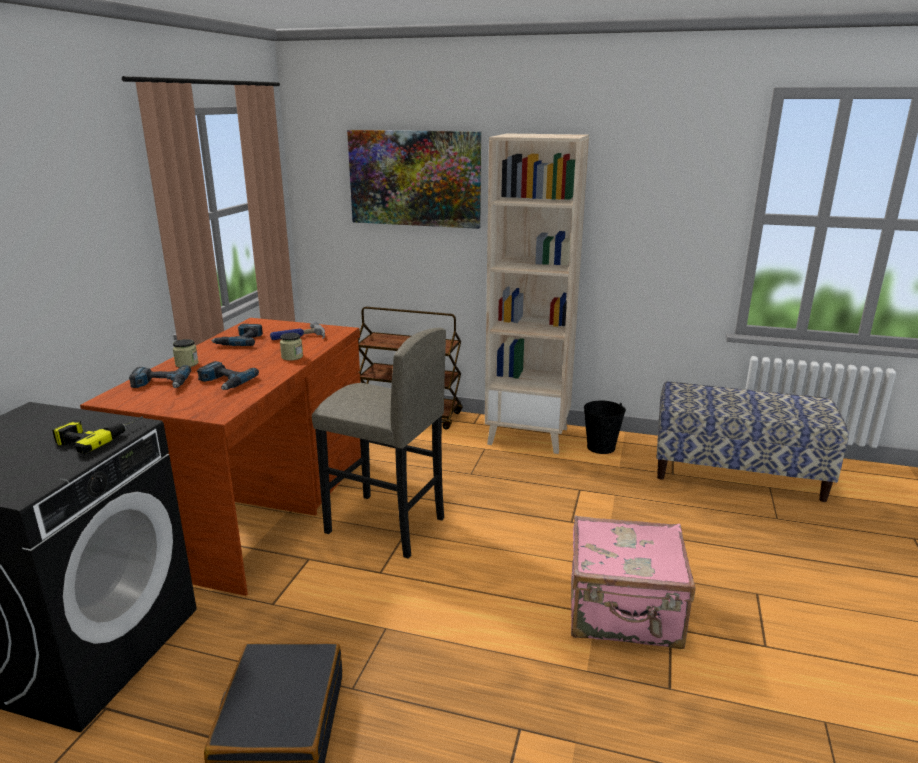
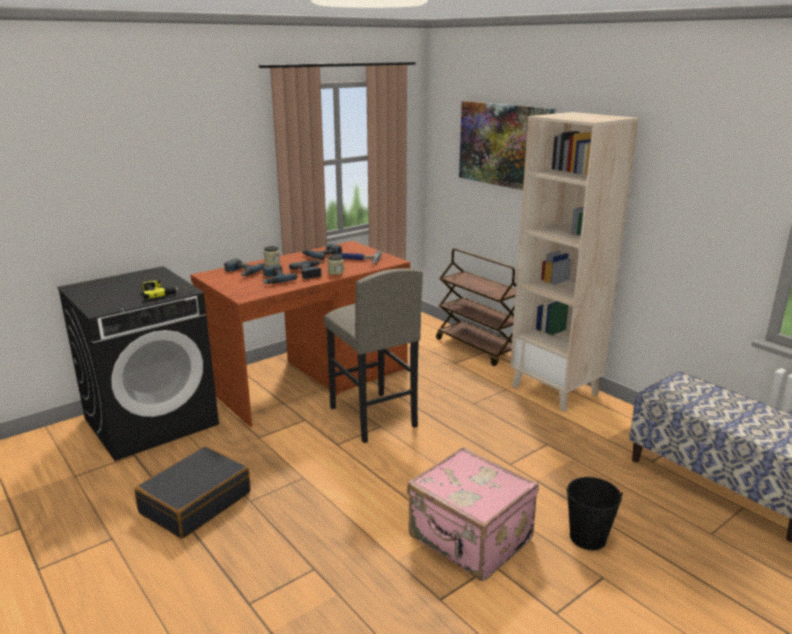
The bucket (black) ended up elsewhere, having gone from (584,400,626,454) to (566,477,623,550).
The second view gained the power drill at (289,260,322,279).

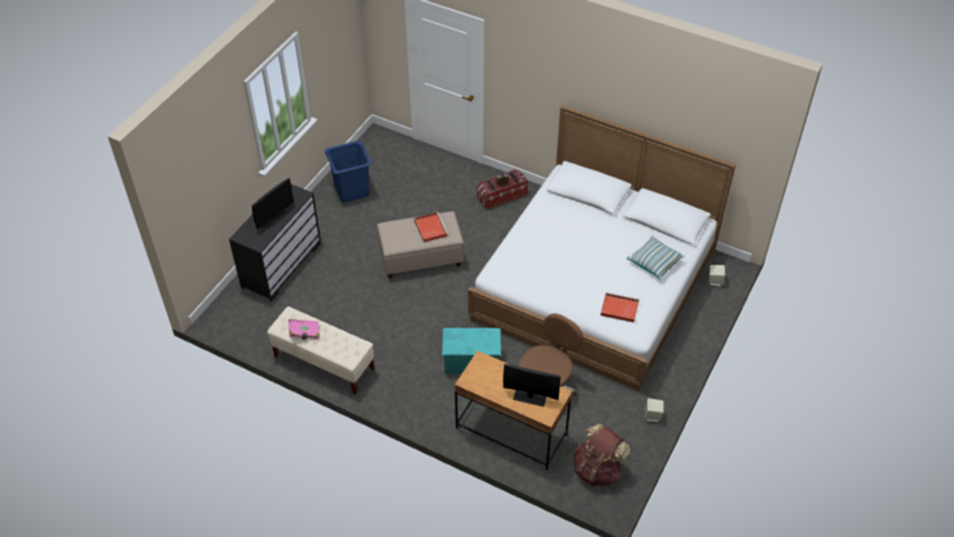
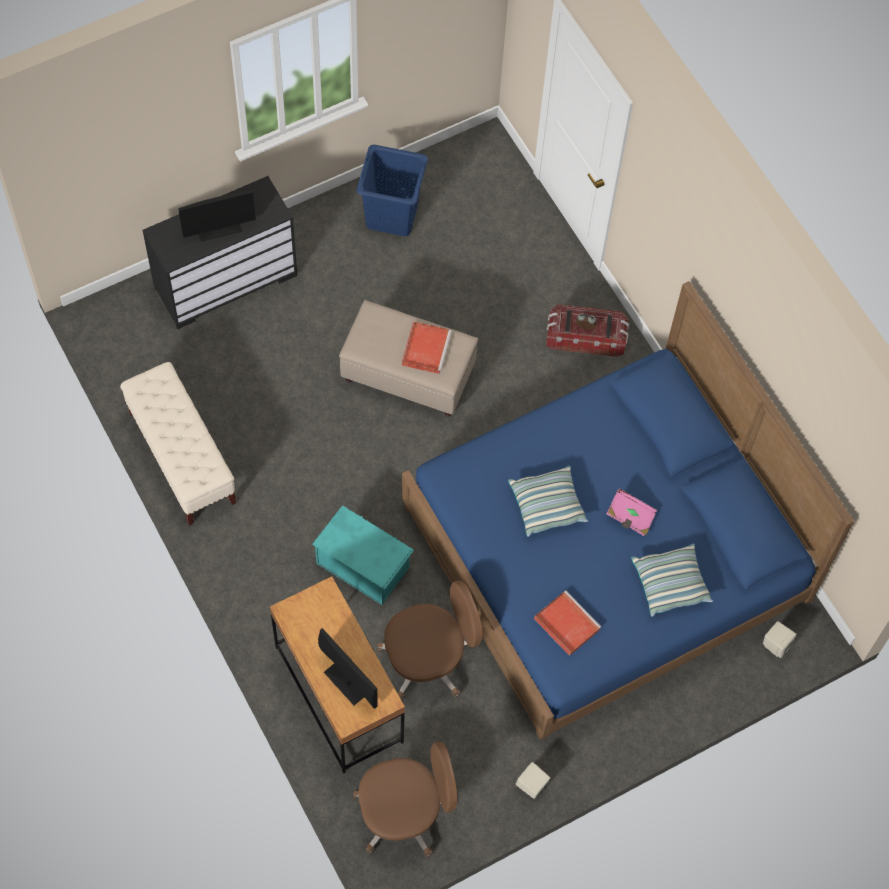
What was the bed (white) at (468,105,736,391) turned into the bed (blue) at (402,281,854,740).
The bound book (pinkish) ended up elsewhere, having gone from (289,319,320,339) to (607,488,657,536).
Where the backpack (brown) stood at (574,424,630,486), the computer chair (brown) came to stand at (353,741,457,857).
The second view gained the cushion at (508,466,588,537).

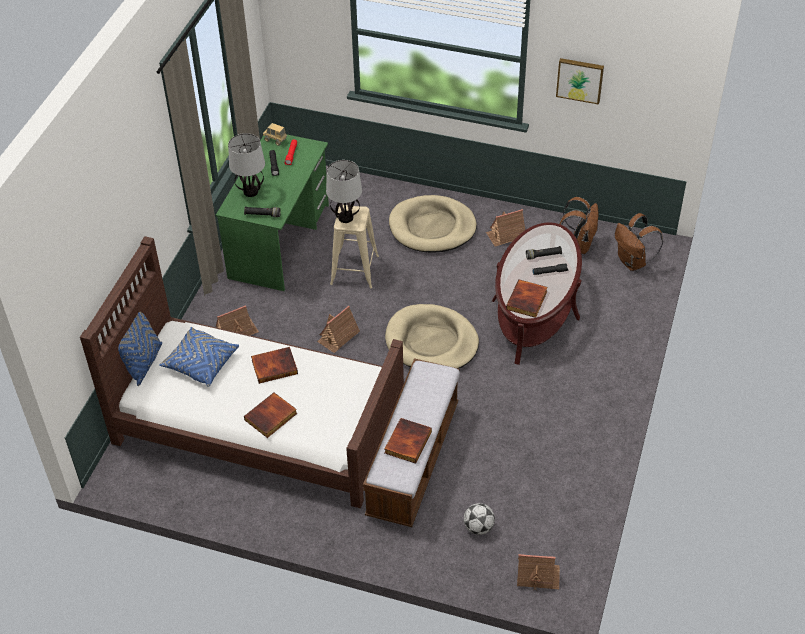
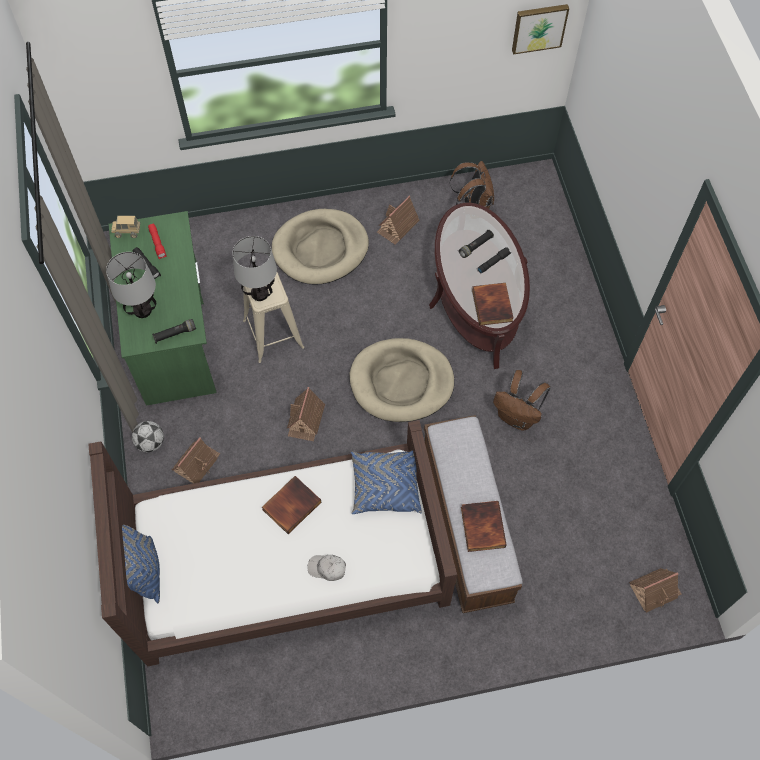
The picture ended up elsewhere, having gone from (556,58,604,105) to (512,4,569,55).
The backpack (brown) ended up elsewhere, having gone from (615,213,663,271) to (493,370,550,431).
The cushion (blue) ended up elsewhere, having gone from (159,327,239,387) to (351,450,422,514).
Where the bound book stood at (244,393,297,438), the cap (white) came to stand at (307,555,346,581).
The football ball ended up elsewhere, having gone from (464,503,495,535) to (132,421,164,452).

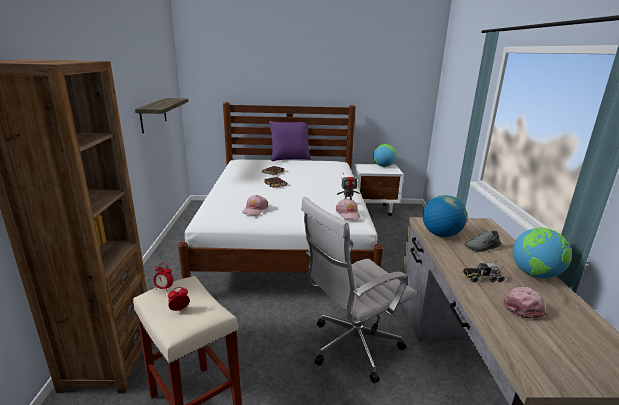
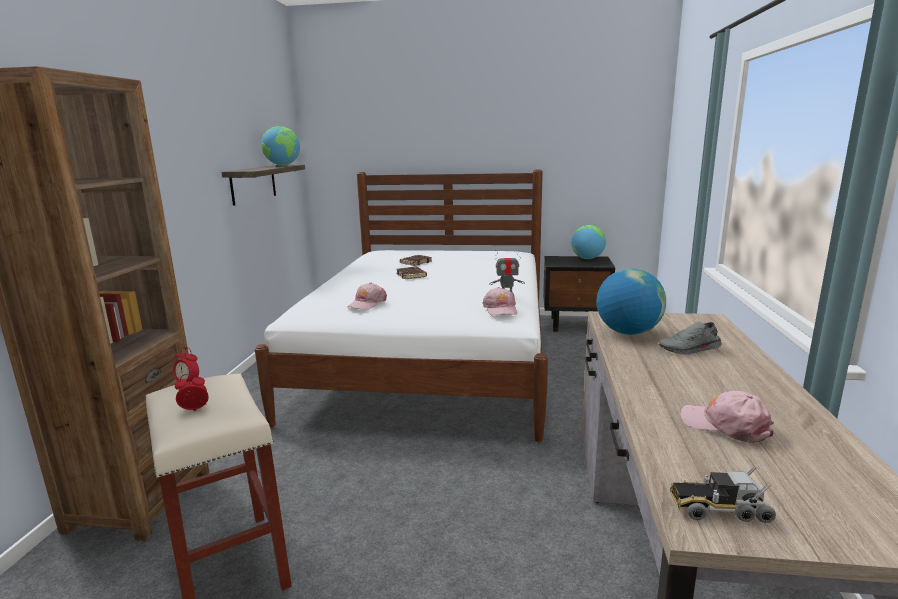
The second view lost the cushion (purple) at (269,121,311,161).
What was the bedside table (white) at (353,164,404,216) turned into the bedside table (black) at (543,256,615,332).
The second view lost the computer chair (white) at (301,197,417,383).
The desk globe ended up elsewhere, having gone from (513,228,572,279) to (261,126,300,166).
The toy lorry ended up elsewhere, having gone from (463,260,505,283) to (670,467,776,523).
The cap (pinkish) at (503,287,546,319) ended up facing another way, 90 degrees counterclockwise from before.

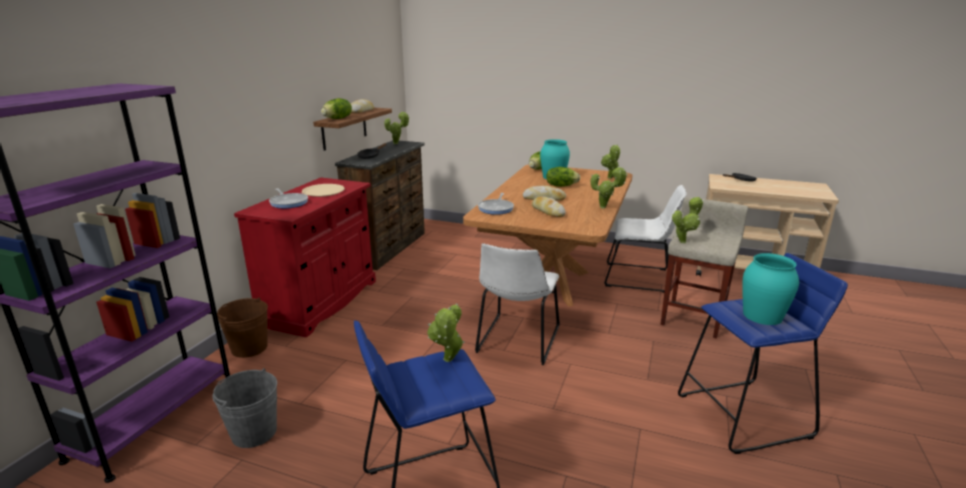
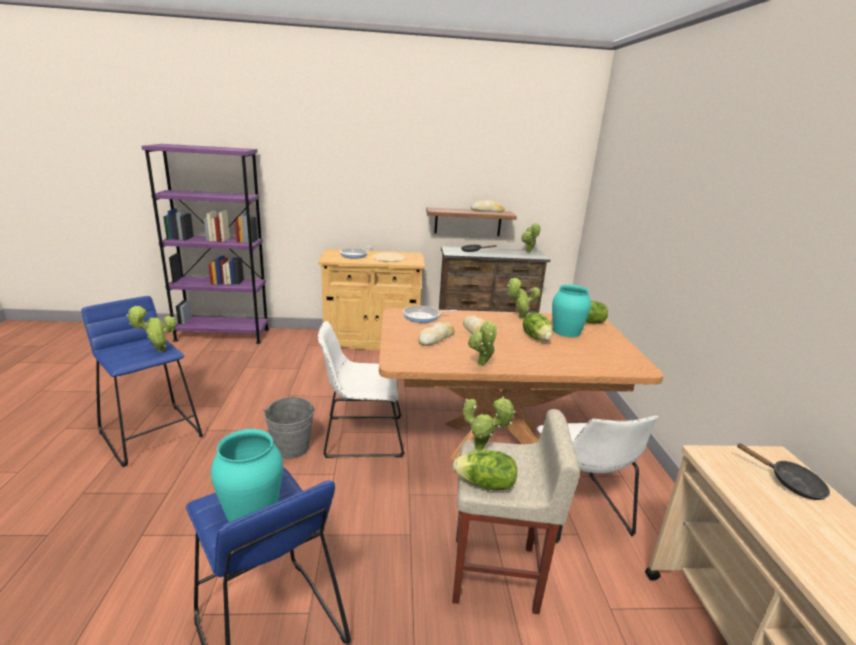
The lettuce head ended up elsewhere, having gone from (321,98,352,119) to (453,450,517,490).
The houseplant ended up elsewhere, having gone from (601,144,621,179) to (508,278,541,319).
What was the storage cabinet (red) at (234,178,376,337) turned into the storage cabinet (beige) at (318,249,425,350).
The second view lost the bucket (brown) at (217,297,268,358).
The bucket (greyish) ended up elsewhere, having gone from (212,368,277,448) to (264,397,315,459).

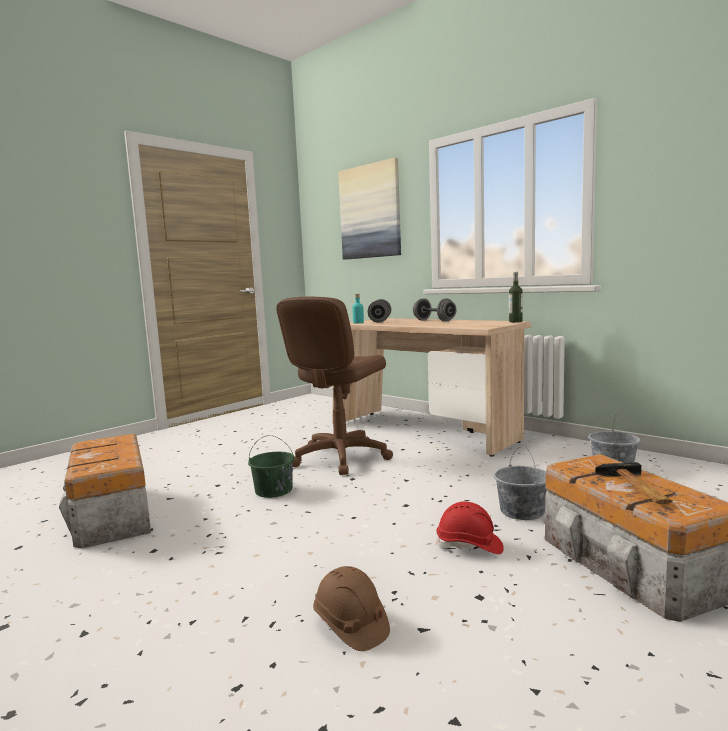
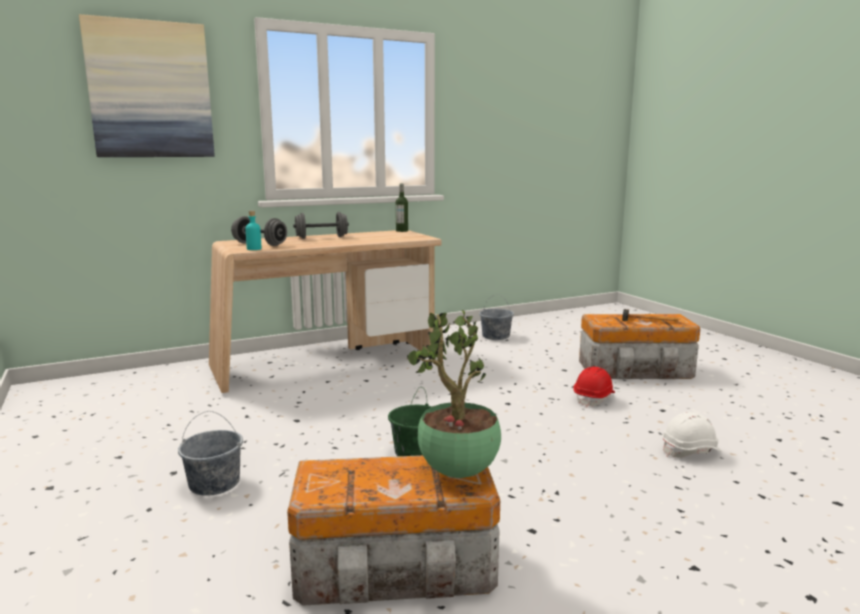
The second view lost the computer chair (brown) at (276,297,393,475).
The bucket (greyish) ended up elsewhere, having gone from (494,446,547,520) to (178,411,243,496).
What was the work helmet (brown) at (313,566,390,651) turned into the work helmet (white) at (662,412,723,458).
The second view gained the houseplant at (407,310,501,478).

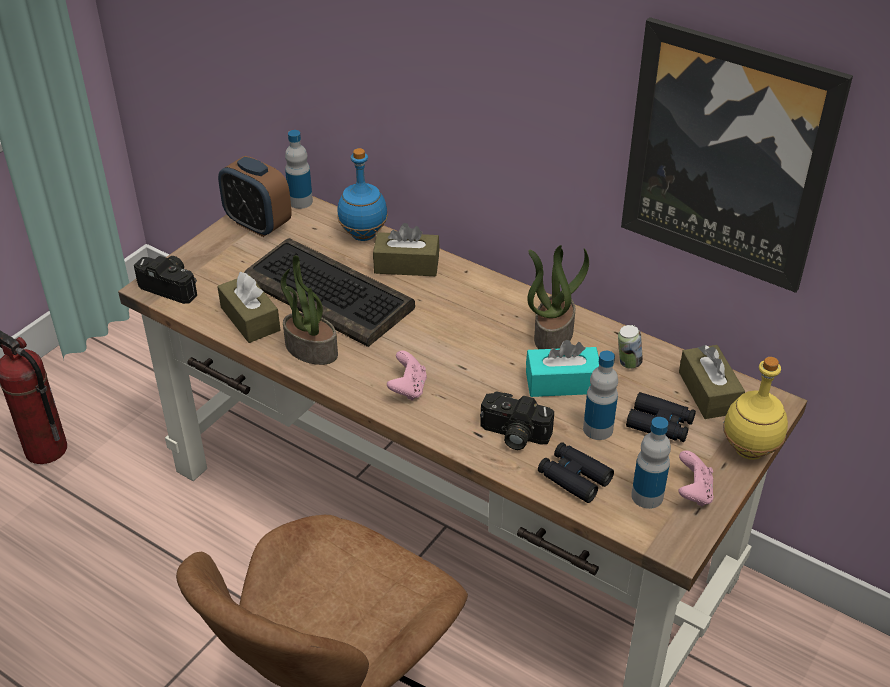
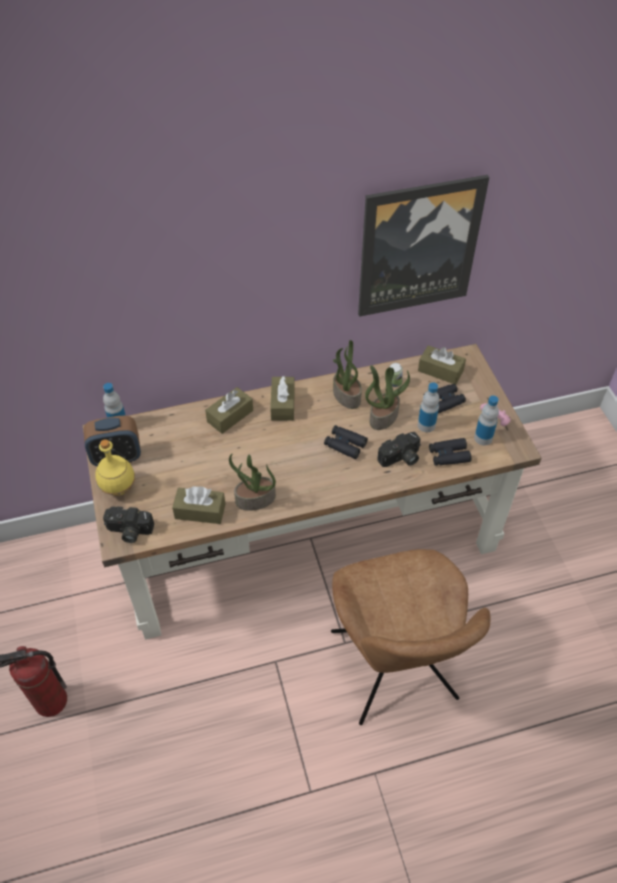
The second view lost the drink bottle (blue) at (337,148,388,241).
The second view lost the keyboard at (244,238,415,347).
The still camera at (134,256,197,304) ended up facing another way, 150 degrees counterclockwise from before.
Where the tissue holder (turquoise) stood at (526,340,599,397), the houseplant came to stand at (365,365,410,430).
The second view lost the game controller (pinkish) at (387,350,427,401).
The drink bottle (yellow) ended up elsewhere, having gone from (723,357,788,460) to (95,439,135,496).
The second view gained the tissue holder (brown) at (270,376,295,421).
The second view gained the pair of binoculars (black) at (324,425,368,459).

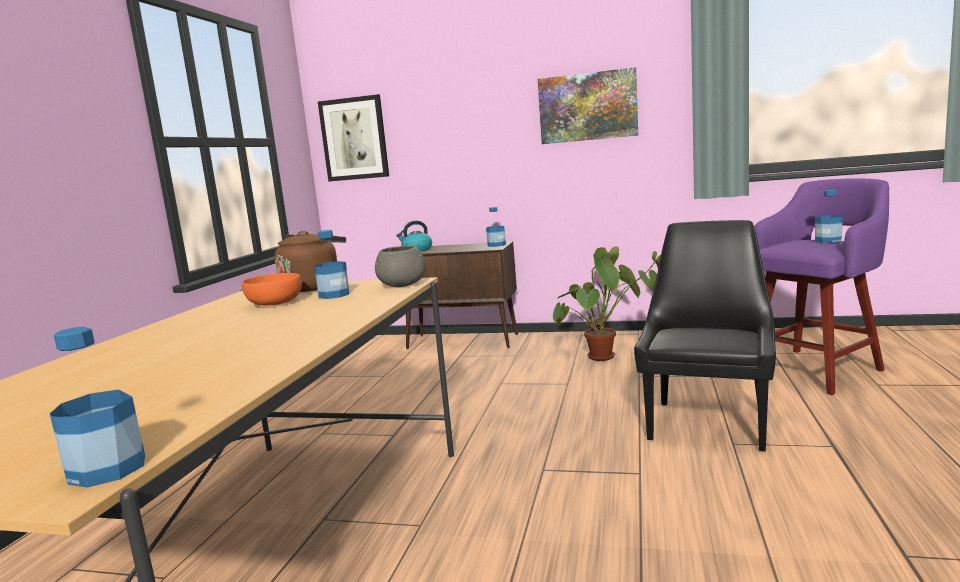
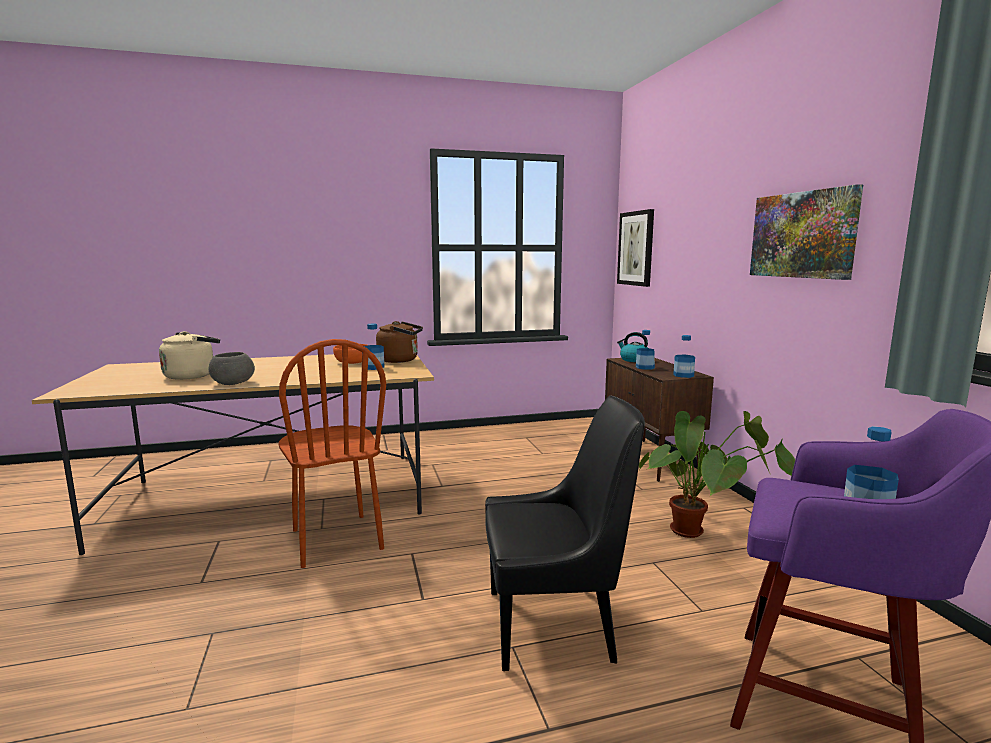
The serving bowl (greyish) ended up elsewhere, having gone from (375,246,426,287) to (209,352,255,385).
The drink bottle ended up elsewhere, having gone from (50,326,145,488) to (636,330,655,370).
The second view gained the tea kettle (beige) at (159,331,220,380).
The second view gained the plain chair (brown) at (279,339,386,568).

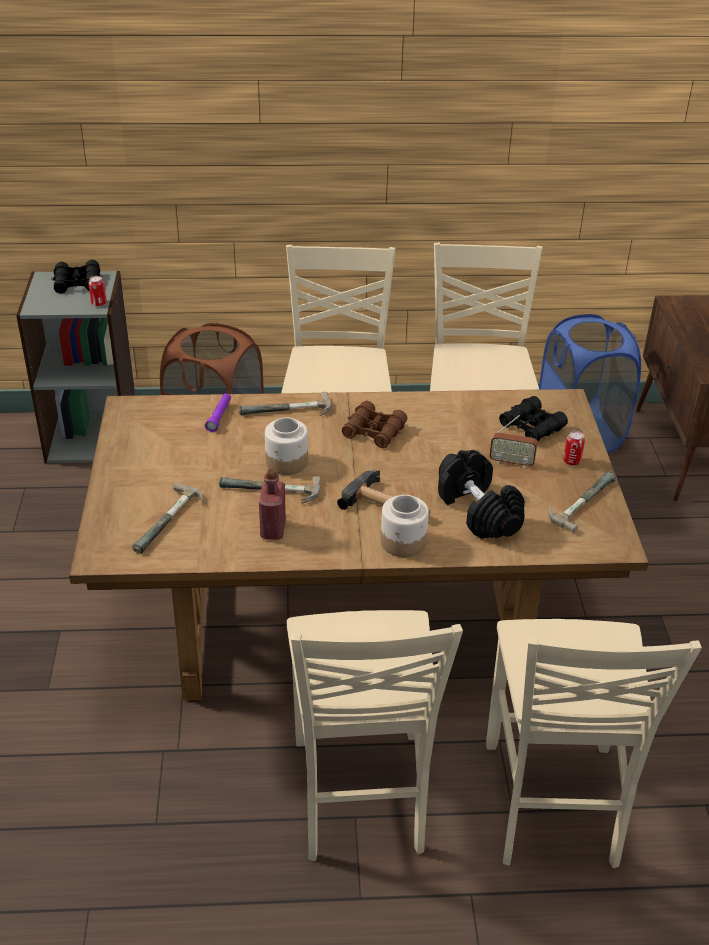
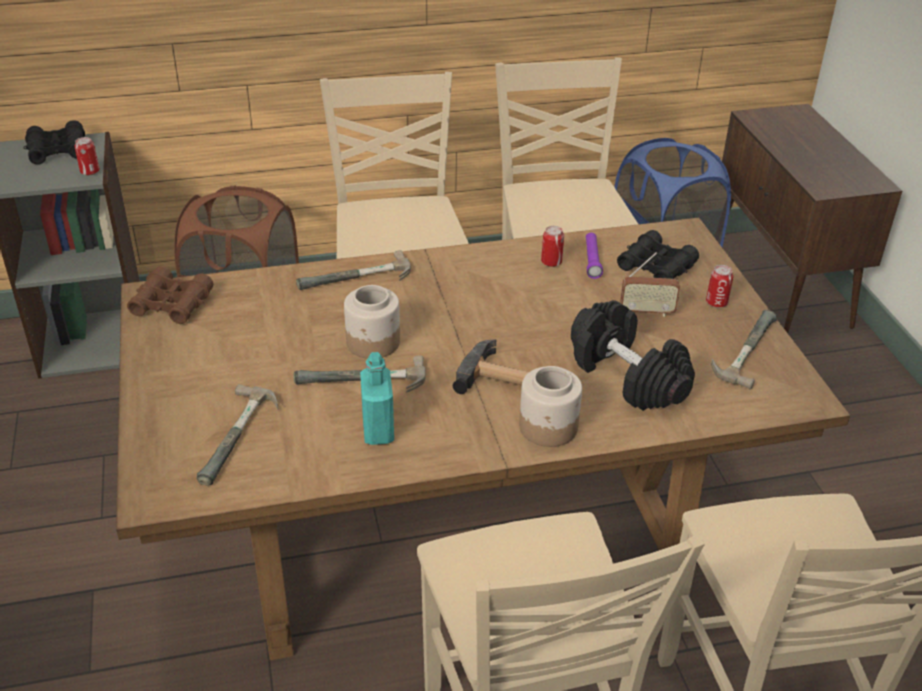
The flashlight (purple) ended up elsewhere, having gone from (205,393,231,432) to (586,233,603,279).
The pair of binoculars (brown) ended up elsewhere, having gone from (342,401,407,448) to (127,266,213,324).
What was the drink bottle (red) at (259,469,286,540) turned into the drink bottle (turquoise) at (360,352,394,445).
The second view gained the sealed can at (541,226,564,267).

